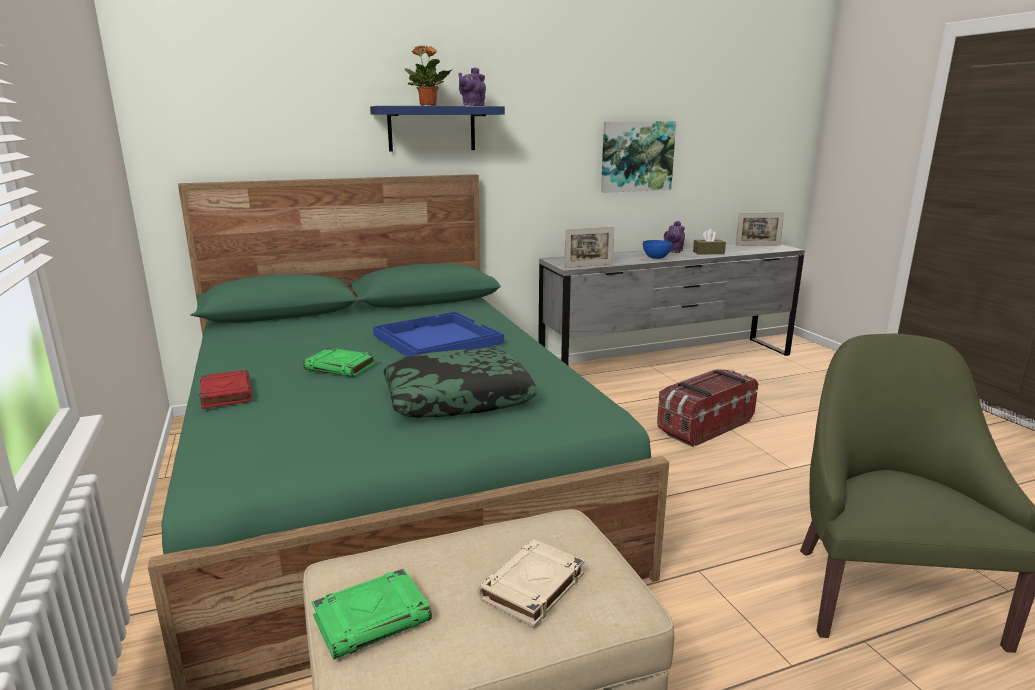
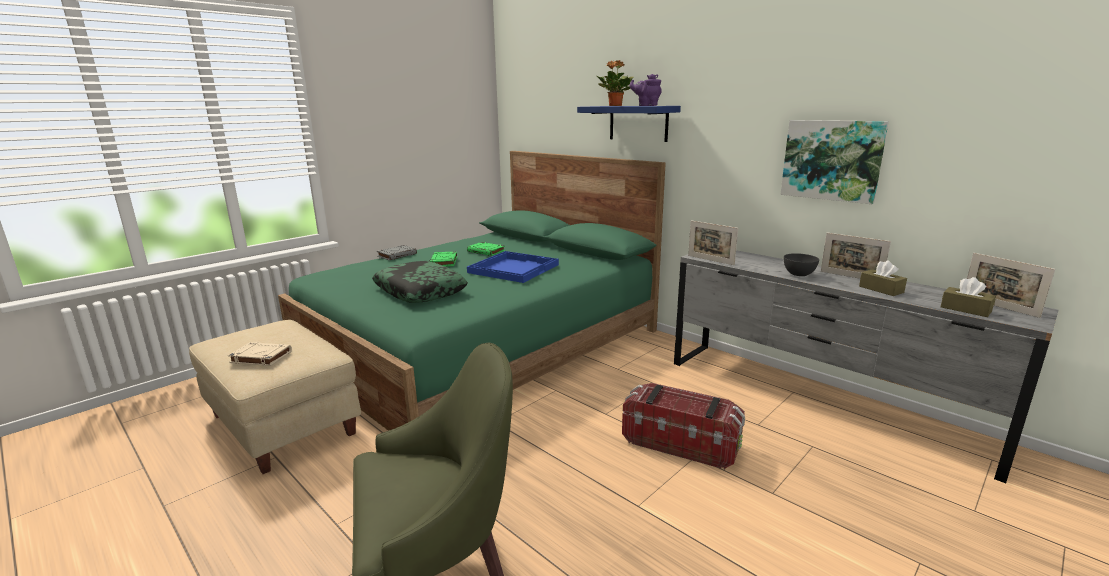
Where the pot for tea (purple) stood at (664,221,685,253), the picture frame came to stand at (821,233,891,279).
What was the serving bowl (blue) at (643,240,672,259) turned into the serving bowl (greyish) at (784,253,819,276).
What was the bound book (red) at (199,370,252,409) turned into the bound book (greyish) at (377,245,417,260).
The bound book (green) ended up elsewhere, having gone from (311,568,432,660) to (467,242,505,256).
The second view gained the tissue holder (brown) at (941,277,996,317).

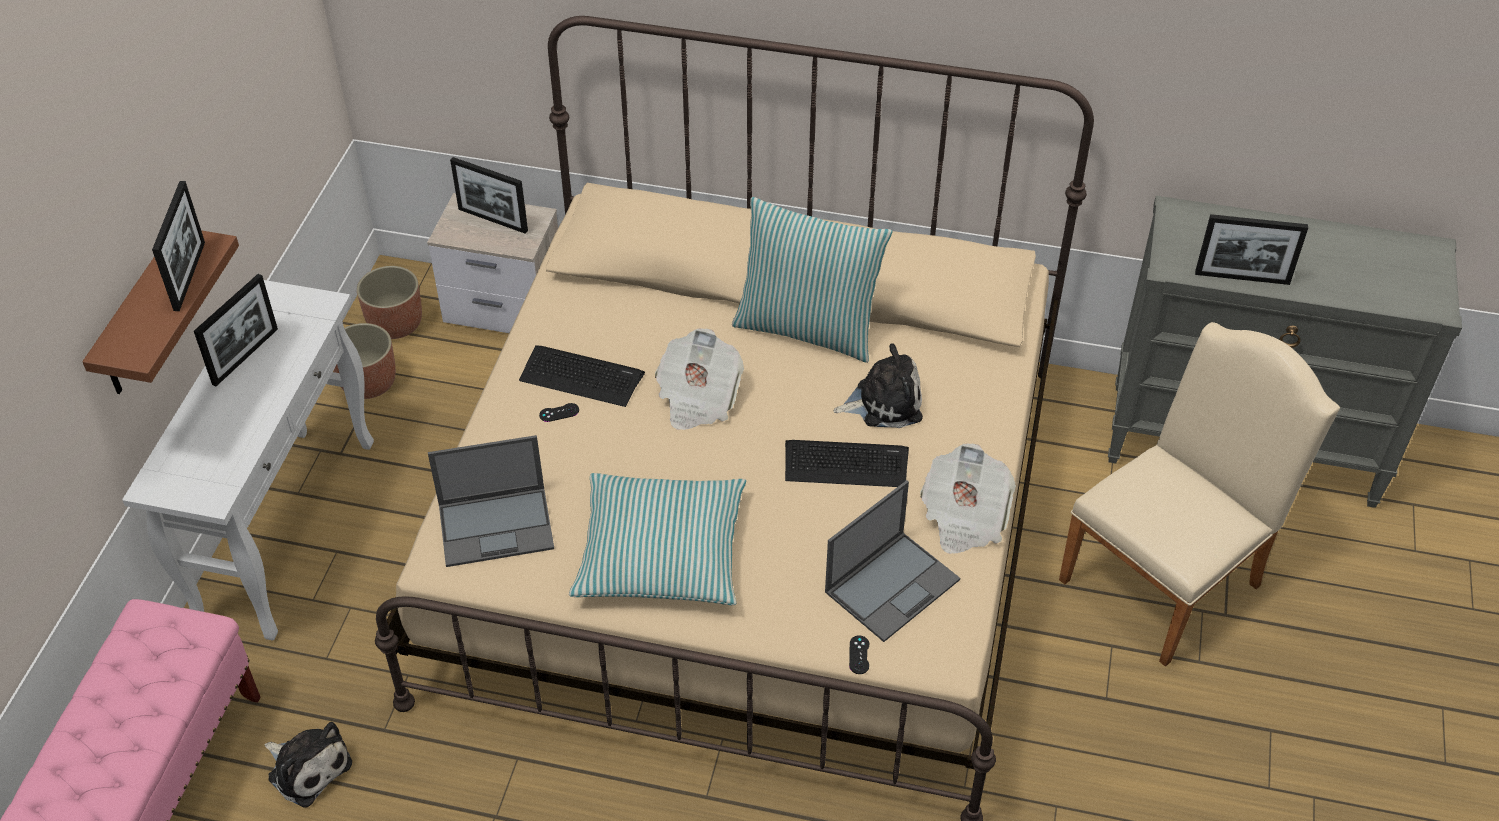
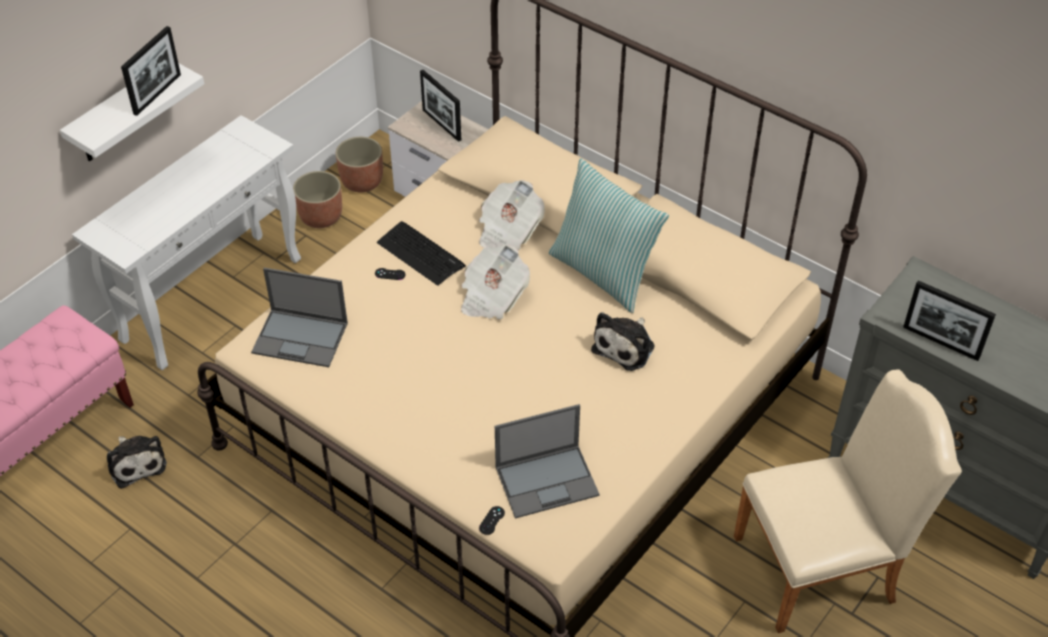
What was the wall shelf (brown) at (82,230,239,394) turned into the wall shelf (white) at (60,63,204,161).
The second view lost the picture frame at (194,274,278,386).
The plush toy at (834,343,923,428) ended up facing another way, 105 degrees clockwise from before.
The second view lost the keyboard at (785,440,909,487).
The daily paper ended up elsewhere, having gone from (920,443,1016,554) to (479,180,545,251).
The second view lost the cushion at (569,473,746,605).

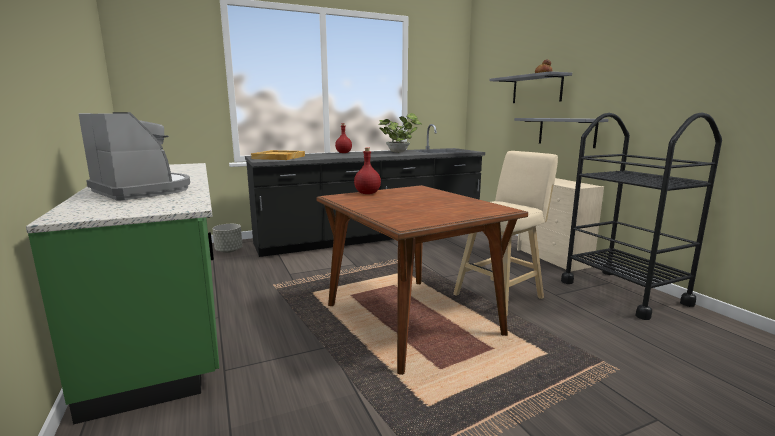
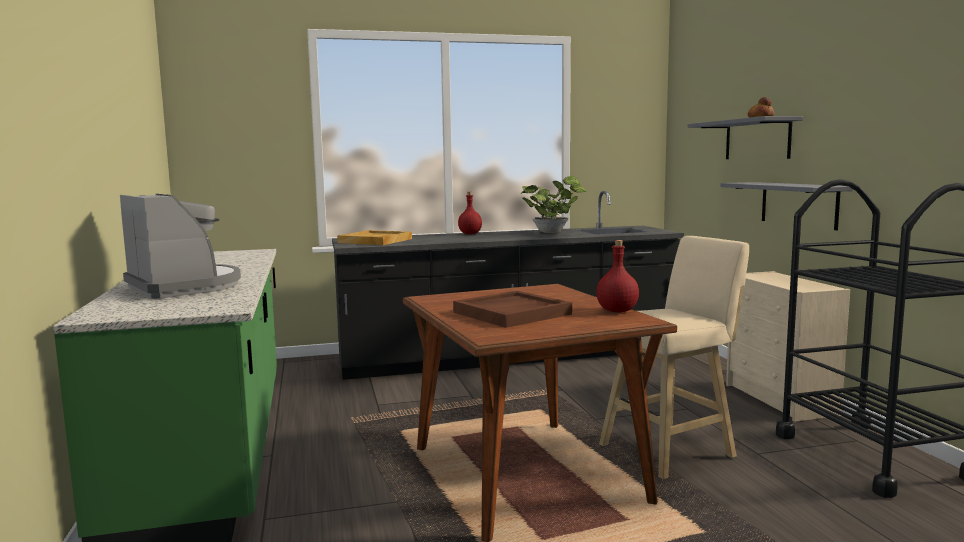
The drink bottle (red) ended up elsewhere, having gone from (354,148,381,194) to (596,240,639,312).
The second view lost the flower pot (greyish) at (212,224,243,253).
The second view gained the serving tray (brown) at (453,291,572,328).

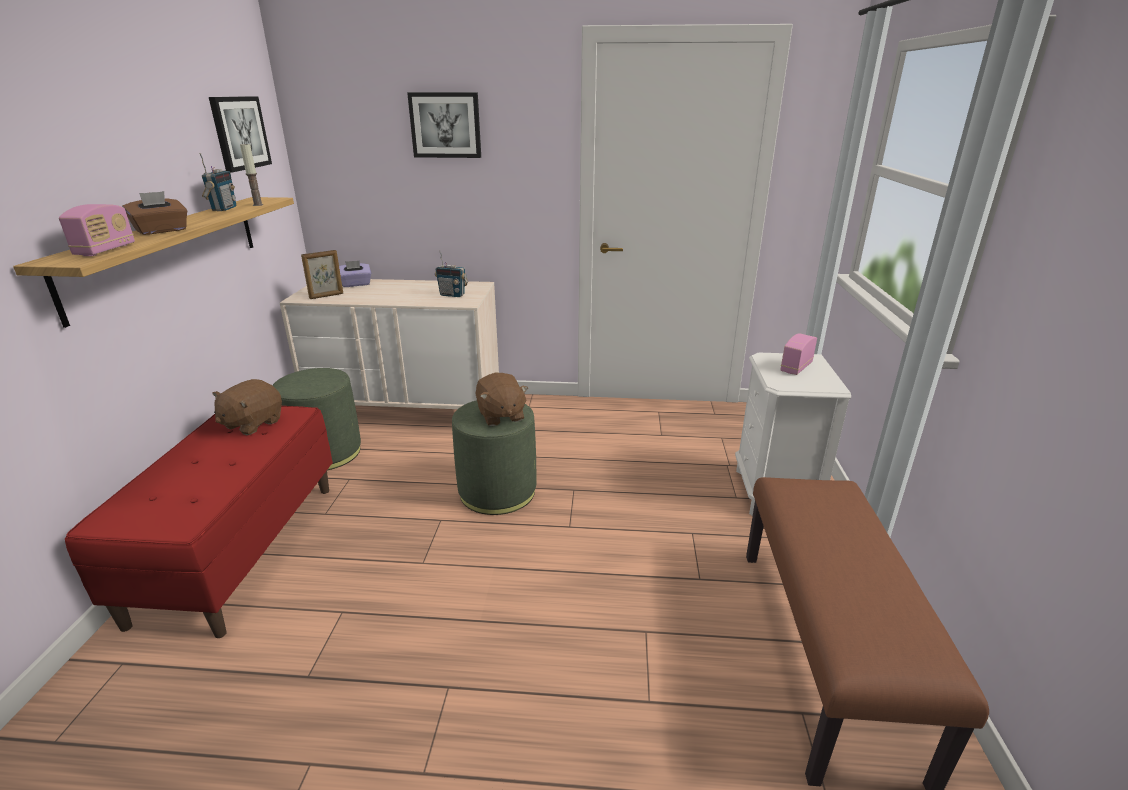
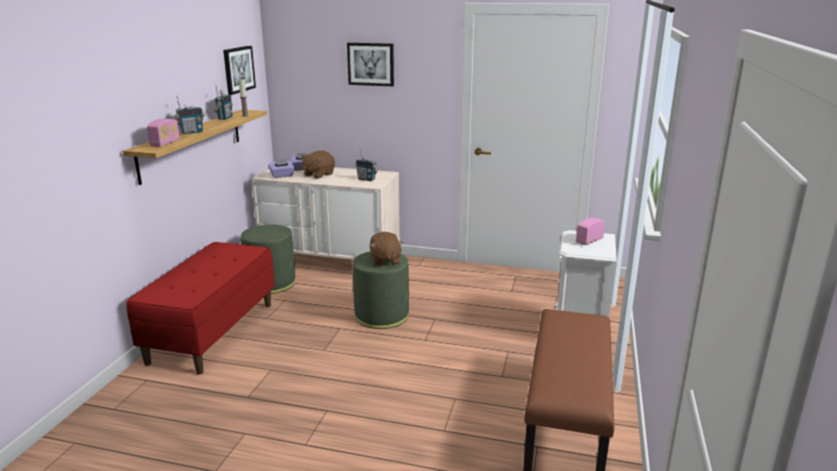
Where the tissue holder (brown) stood at (122,191,187,235), the radio receiver came to stand at (175,96,204,134).
Where the picture frame stood at (301,250,343,299), the tissue holder (purple) came to stand at (268,159,294,178).
The plush toy (brown) ended up elsewhere, having gone from (212,379,282,435) to (301,151,335,179).

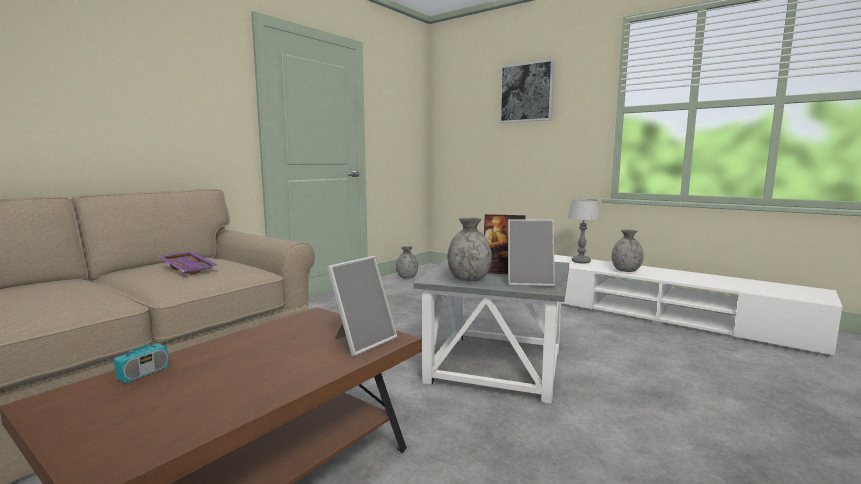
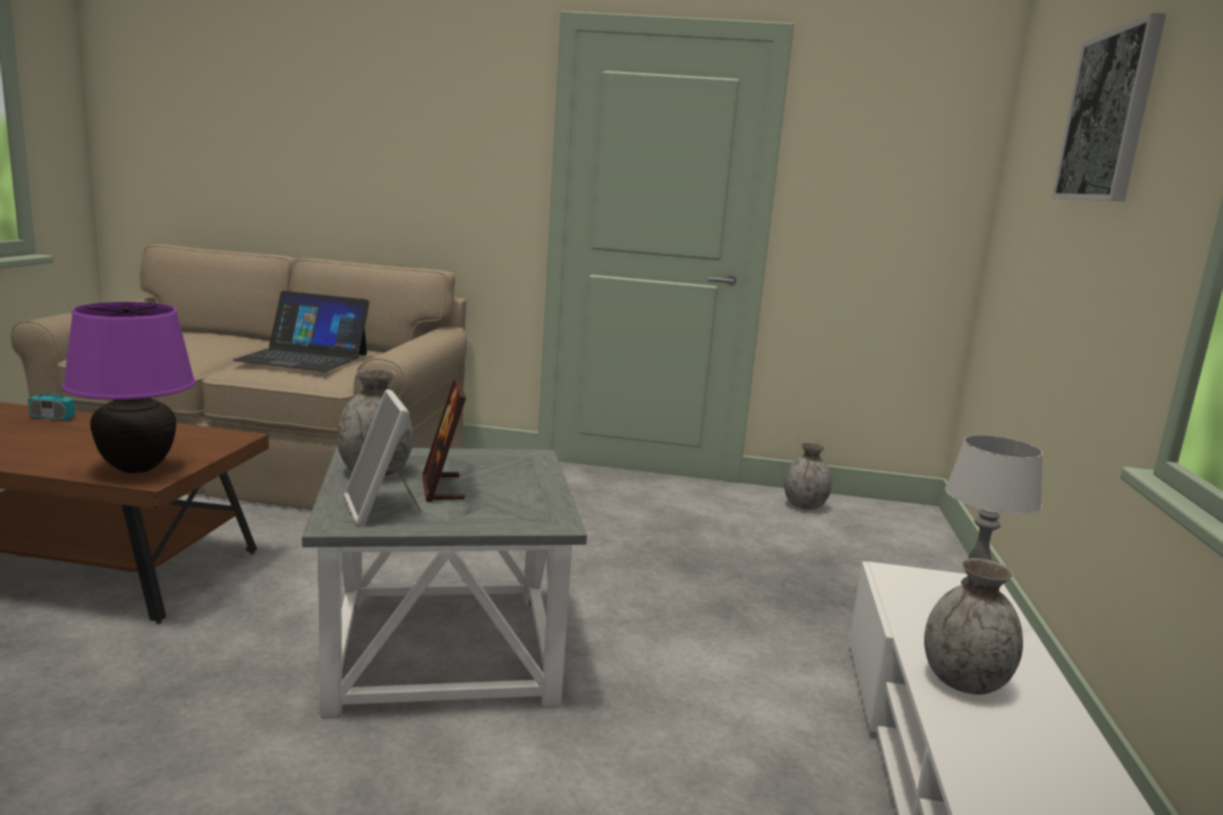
Where the serving tray (purple) stood at (159,251,217,275), the portable computer came to stand at (233,291,369,372).
Where the picture frame stood at (327,256,397,356), the tabletop lamp (purple) came to stand at (62,302,196,473).

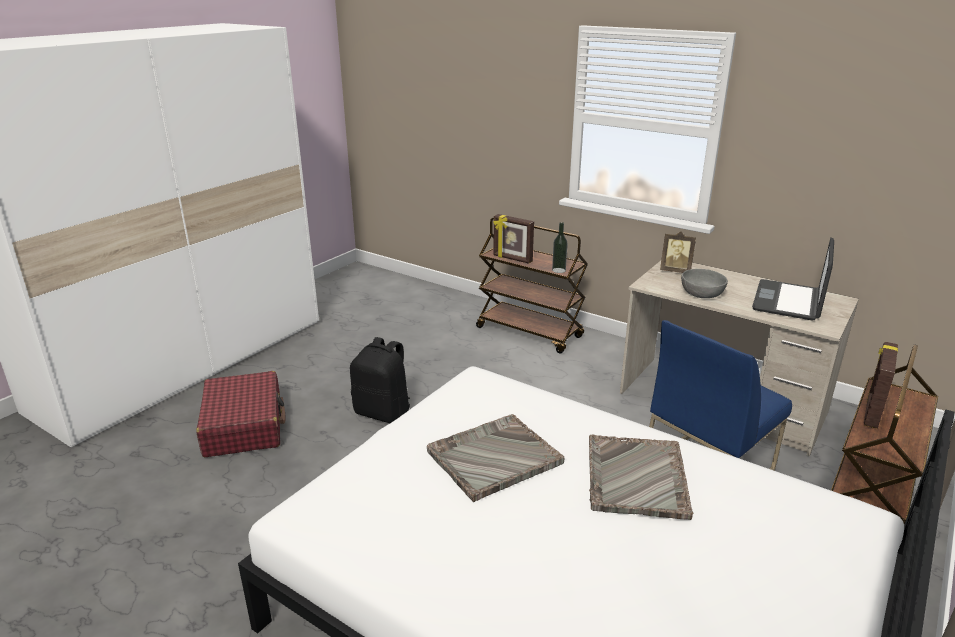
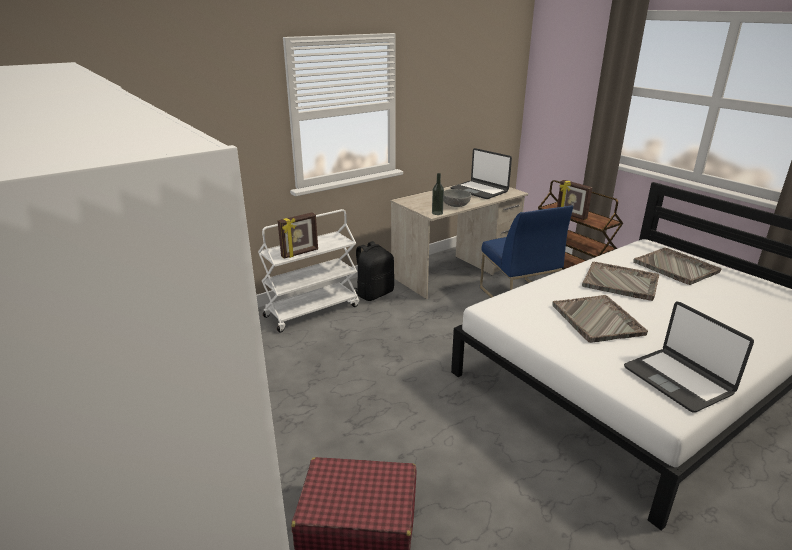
What was the wheeled cart (brown) at (476,217,588,354) turned into the wheeled cart (white) at (258,209,359,332).
The drink bottle ended up elsewhere, having gone from (552,222,568,273) to (432,173,444,215).
The second view lost the picture frame at (660,231,696,273).
The backpack (black) ended up elsewhere, having gone from (350,337,410,423) to (354,241,394,301).
The second view gained the serving tray (greyish) at (633,247,721,285).
The second view gained the portable computer at (624,301,754,413).

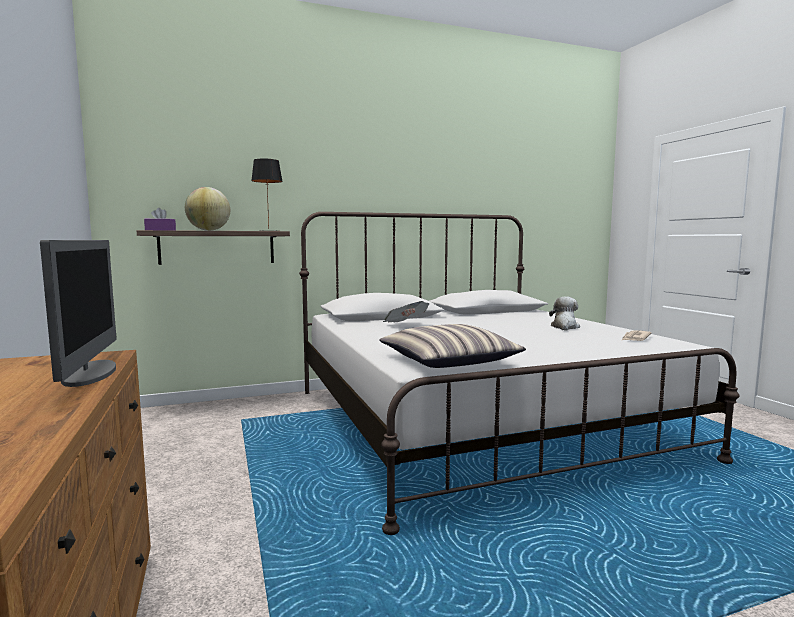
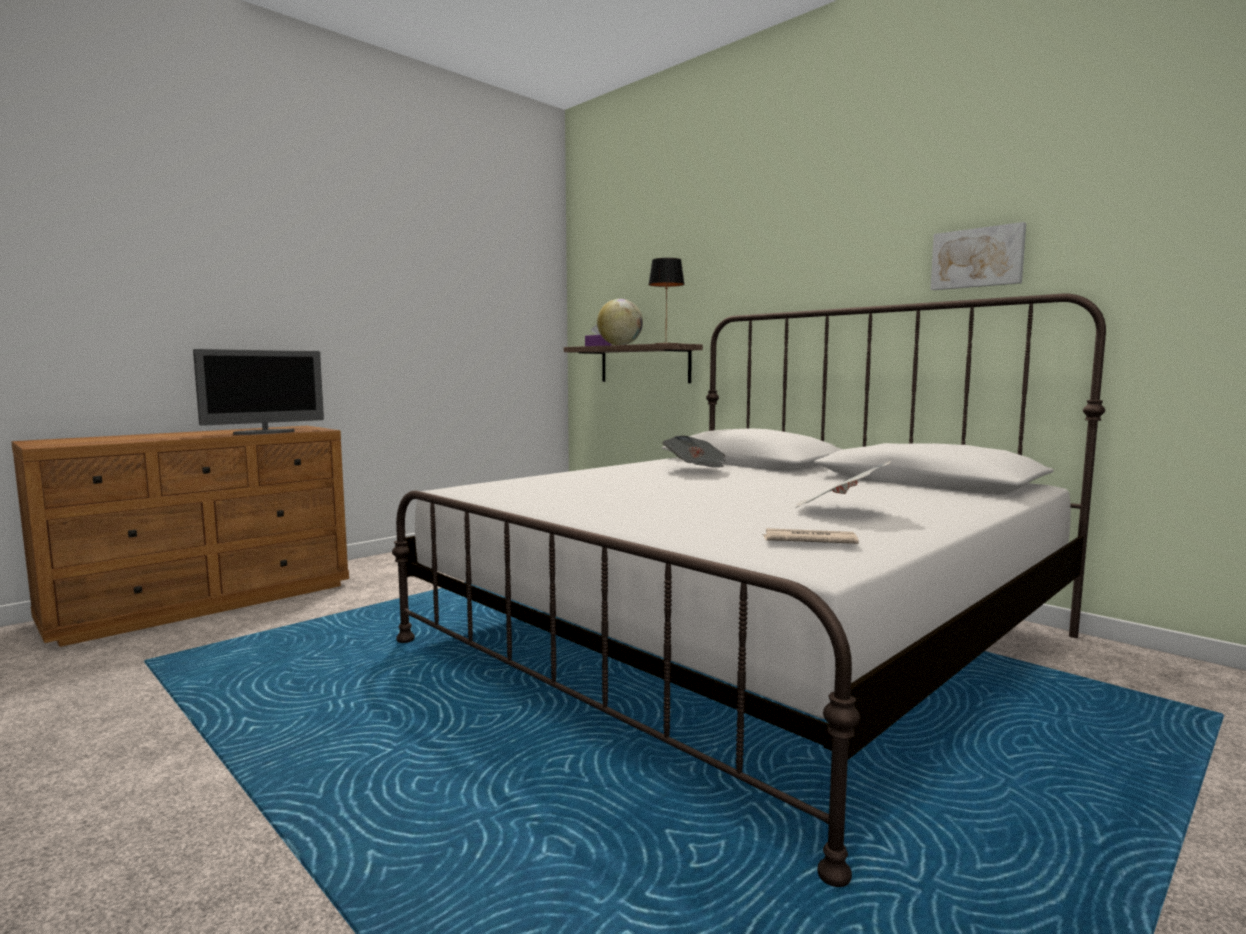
Where the plush toy stood at (549,297,580,331), the daily paper came to stand at (796,461,891,508).
The second view lost the cushion at (379,324,526,368).
The second view gained the picture at (930,222,1026,290).

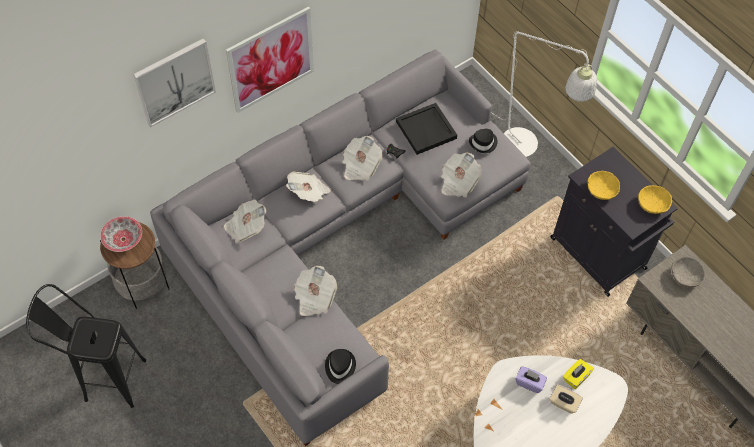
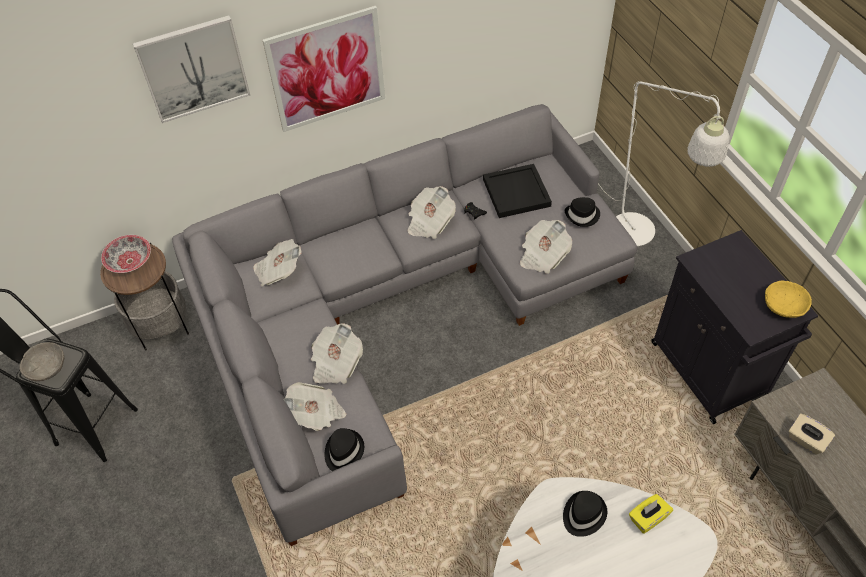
The second view lost the serving bowl (yellow) at (587,171,620,200).
The daily paper ended up elsewhere, having gone from (286,172,331,202) to (283,382,346,431).
The serving bowl (greyish) ended up elsewhere, having gone from (671,257,705,287) to (20,342,64,381).
Where the tissue holder (purple) stood at (515,366,547,393), the clothing hat (black) came to stand at (563,491,607,537).
The tissue holder (beige) ended up elsewhere, having gone from (550,384,583,414) to (789,413,835,455).

